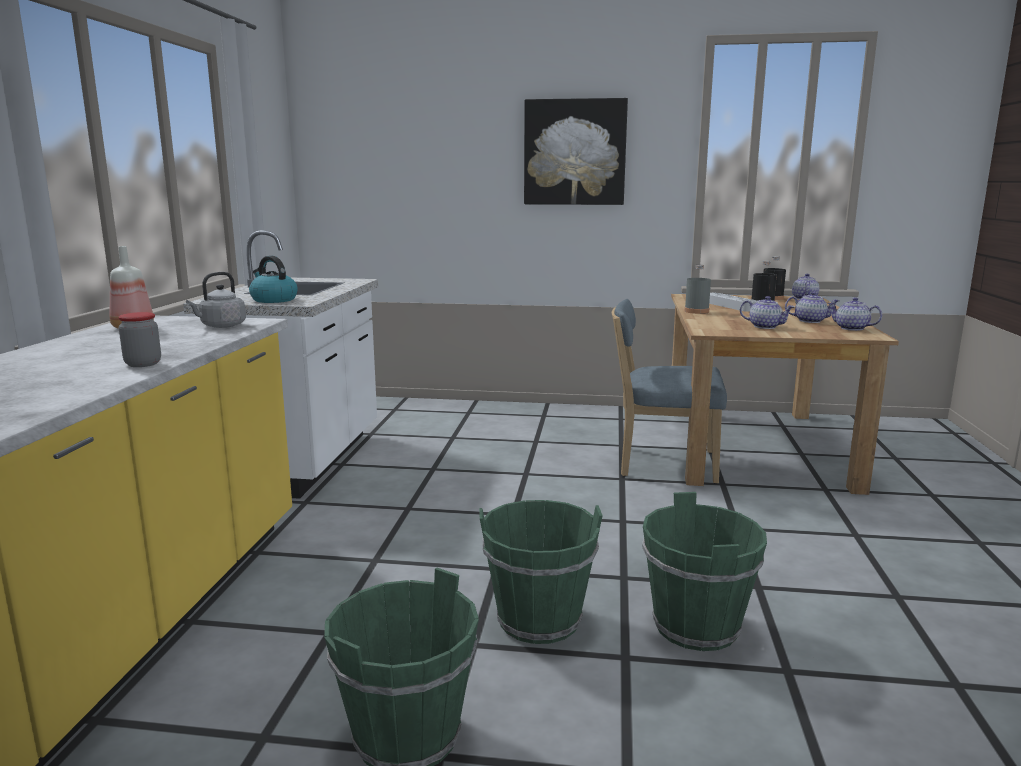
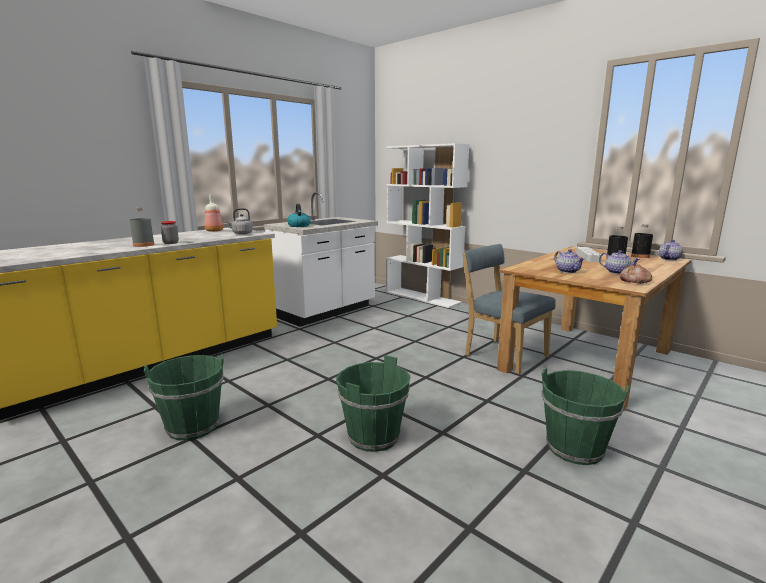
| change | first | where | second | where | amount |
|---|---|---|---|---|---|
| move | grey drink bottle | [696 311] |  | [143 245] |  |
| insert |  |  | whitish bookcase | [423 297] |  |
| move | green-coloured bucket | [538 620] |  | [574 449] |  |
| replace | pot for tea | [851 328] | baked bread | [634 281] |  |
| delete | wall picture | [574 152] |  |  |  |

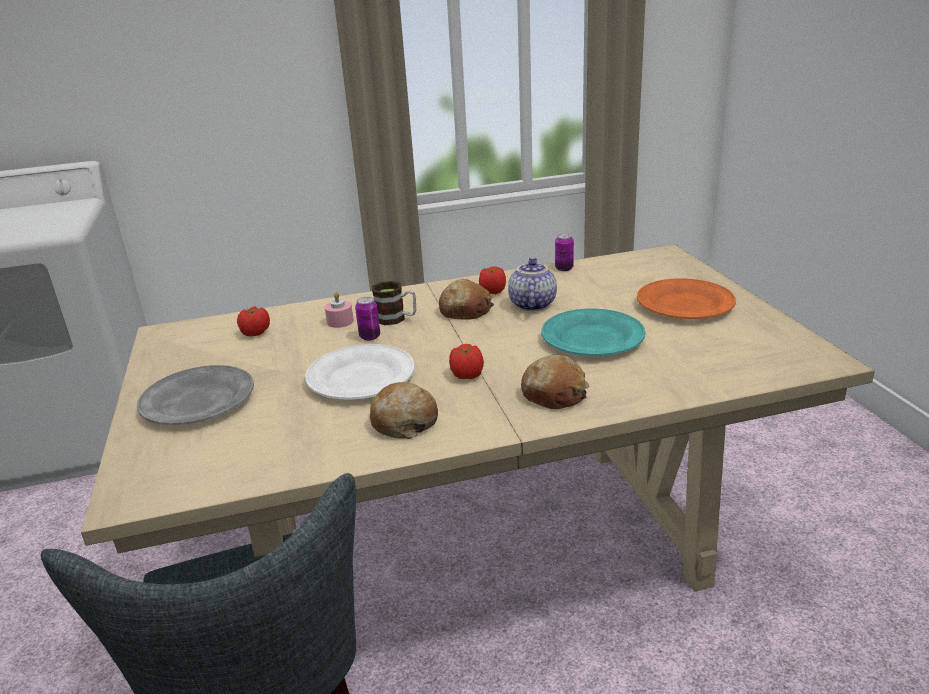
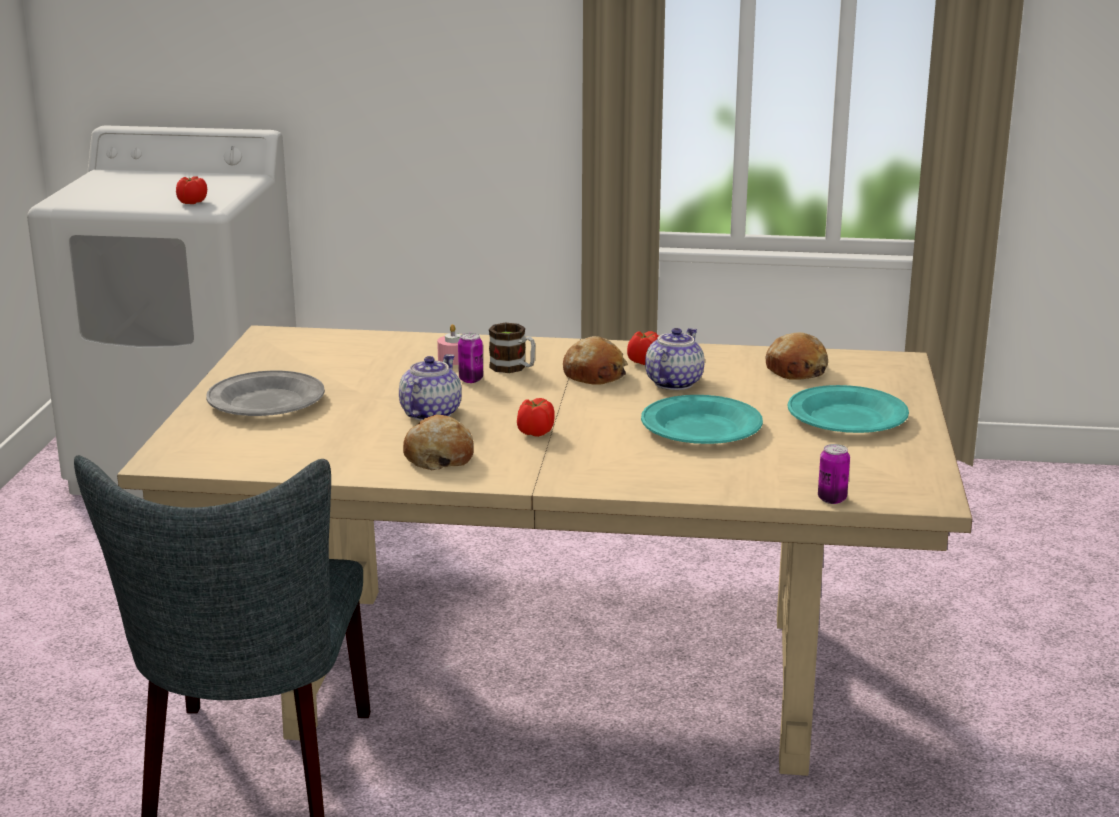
| change | first | where | second | where | amount |
|---|---|---|---|---|---|
| move | fresh tomato | [255 333] |  | [192 202] |  |
| replace | whitish plate | [360 378] | pot for tea | [429 414] |  |
| move | baked bread | [554 394] |  | [796 370] |  |
| recolor | orange-coloured plate | [684 305] | turquoise plate | [846 417] |  |
| move | can | [564 268] |  | [832 499] |  |

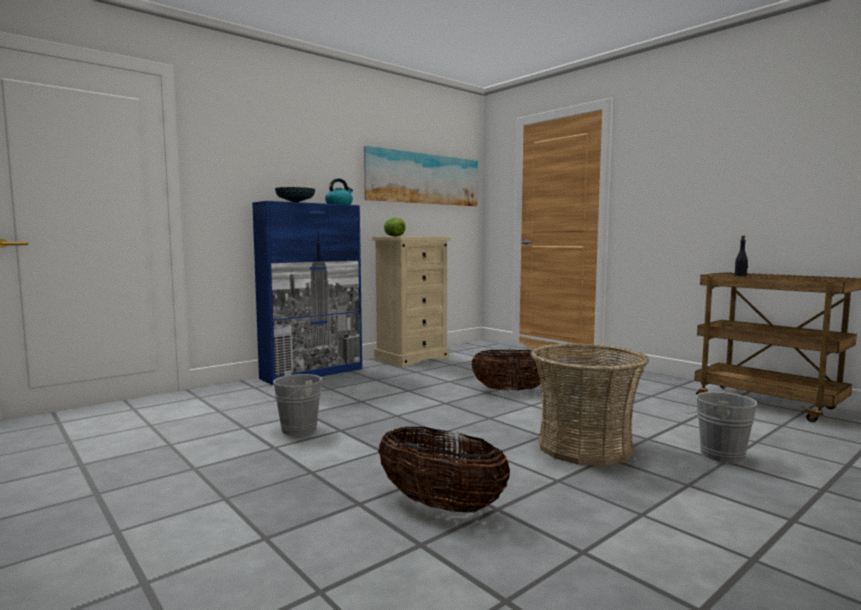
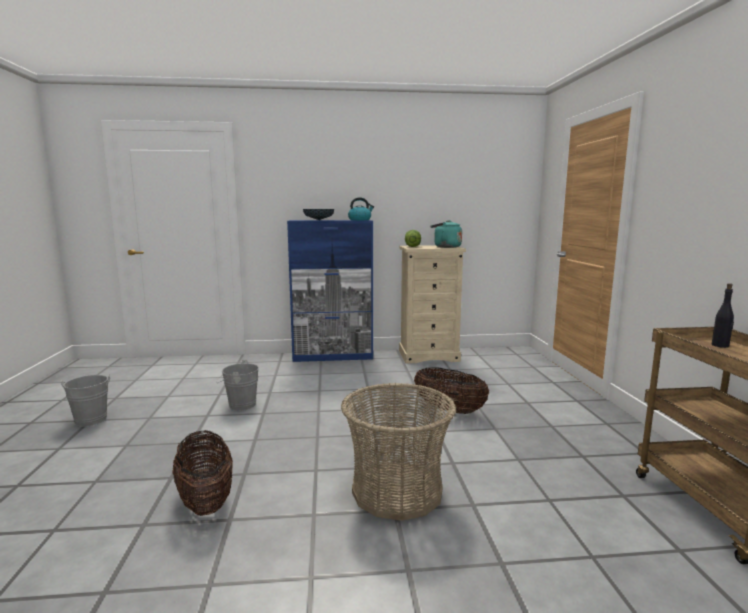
| change | first | where | second | where | amount |
|---|---|---|---|---|---|
| move | grey bucket | [716 454] |  | [91 419] |  |
| insert |  |  | turquoise kettle | [445 247] |  |
| delete | wall picture | [423 179] |  |  |  |

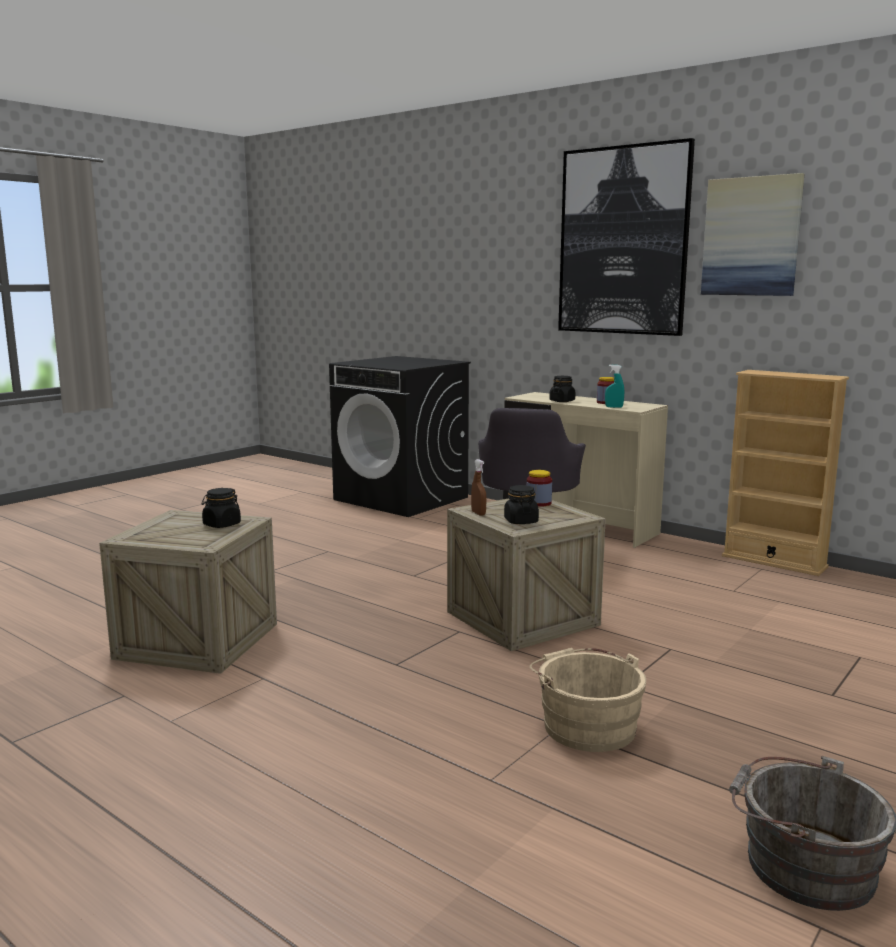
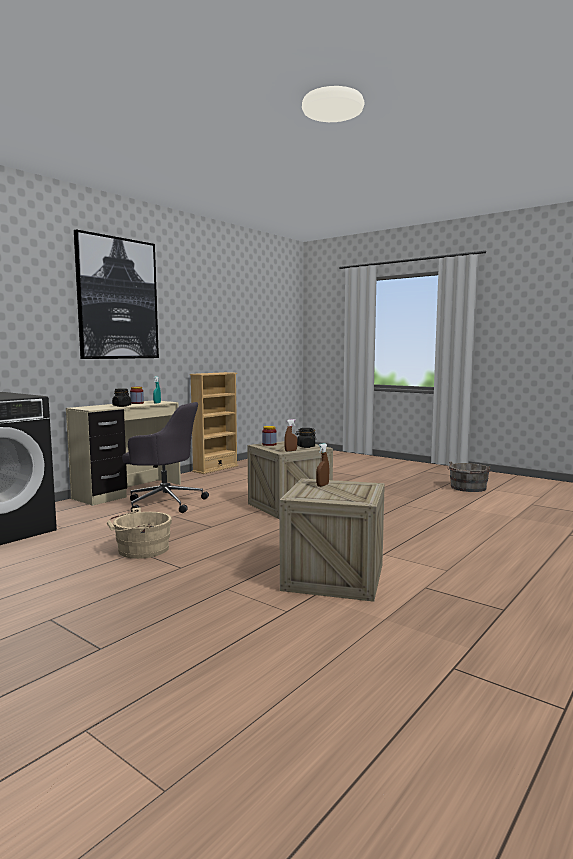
| change | first | where | second | where | amount |
|---|---|---|---|---|---|
| move | beige bucket | [585 725] |  | [140 550] |  |
| replace | black-coloured preserve jar | [221 525] | brown-coloured spray bottle | [322 485] |  |
| delete | wall picture | [751 237] |  |  |  |

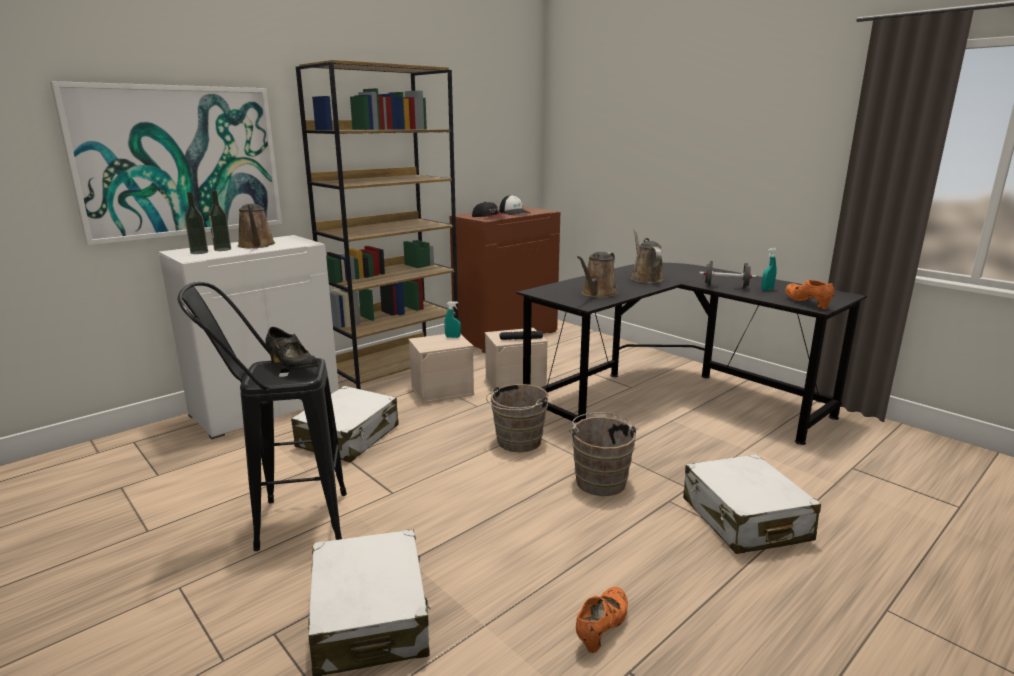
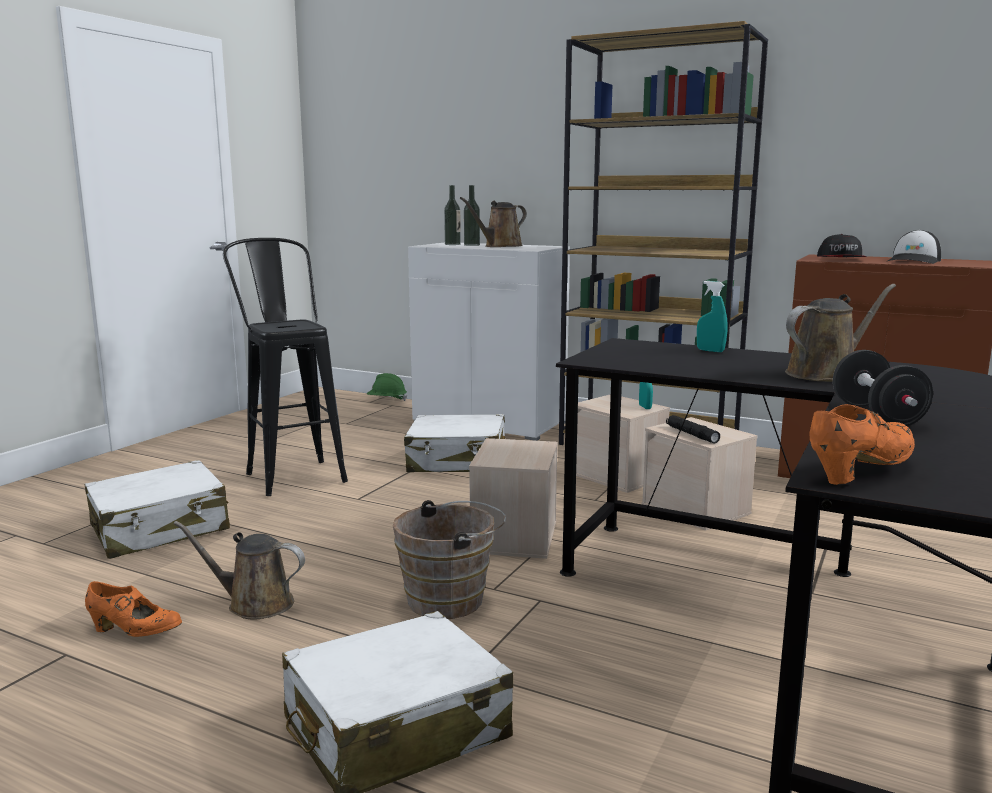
| change | first | where | second | where | amount |
|---|---|---|---|---|---|
| move | brown-coloured watering can | [598 294] |  | [254 603] |  |
| insert |  |  | green-coloured hard hat | [387 400] |  |
| replace | brown-coloured bucket | [517 443] | beige storage container | [513 536] |  |
| move | turquoise spray bottle | [767 289] |  | [710 351] |  |
| delete | wall picture | [179 161] |  |  |  |
| delete | black-coloured item of footwear | [292 368] |  |  |  |

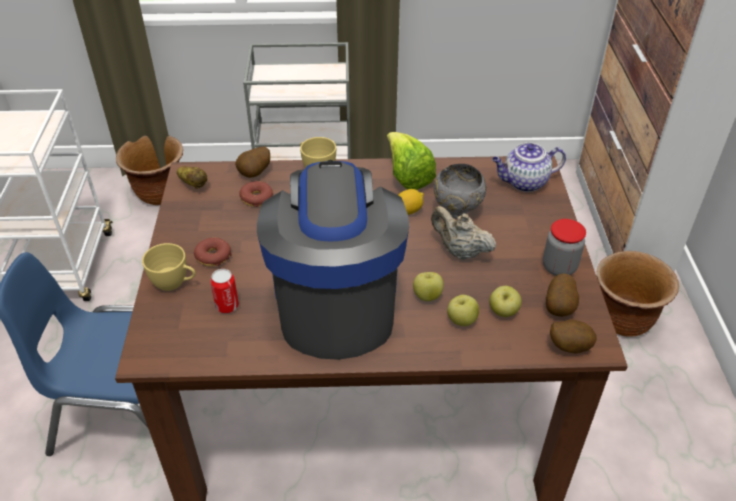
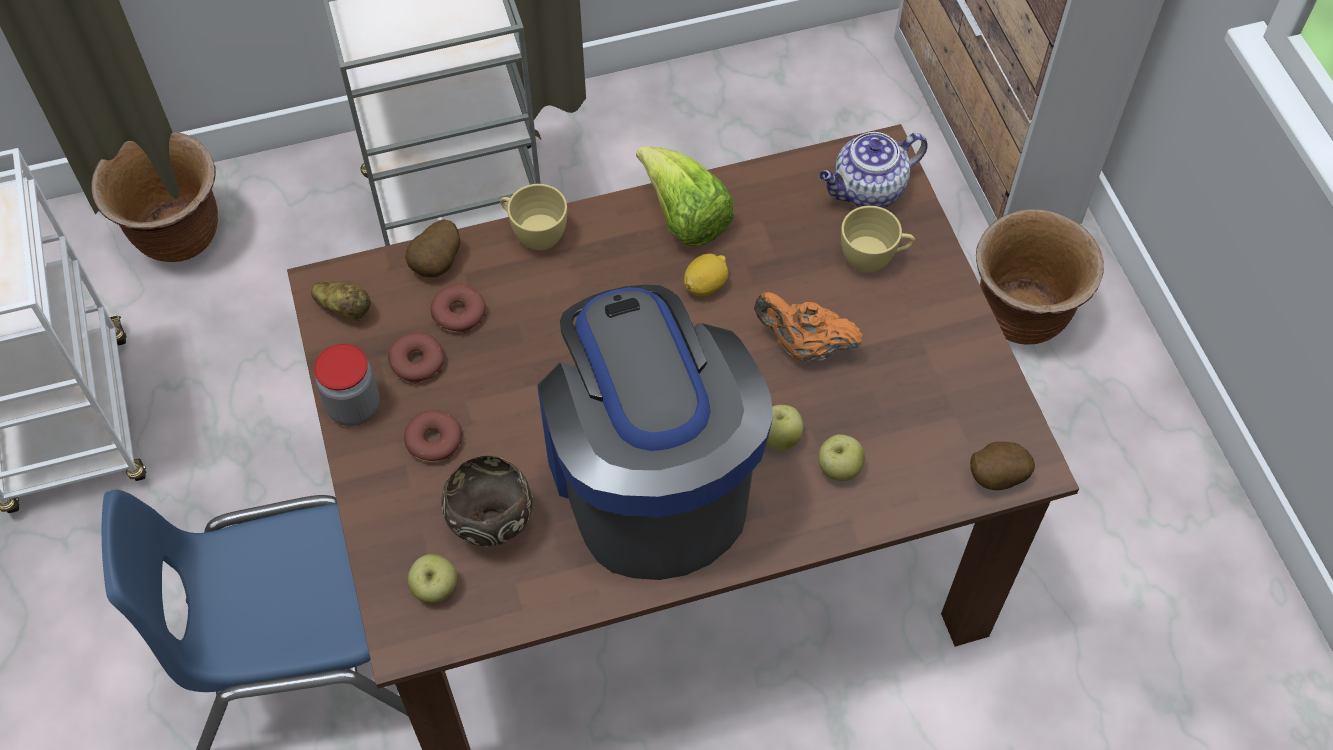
| change | first | where | second | where | amount |
|---|---|---|---|---|---|
| move | preserve jar | [559 267] |  | [354 407] |  |
| insert |  |  | donut | [417 362] |  |
| move | apple fruit | [503 312] |  | [435 588] |  |
| replace | can | [227 306] | brown-coloured serving bowl | [491 525] |  |
| recolor | beige pot for tea | [460 251] | orange-coloured pot for tea | [804 346] |  |
| move | yellowish cup | [174 283] |  | [873 259] |  |
| delete | grey serving bowl | [457 213] |  |  |  |
| delete | potato | [560 308] |  |  |  |

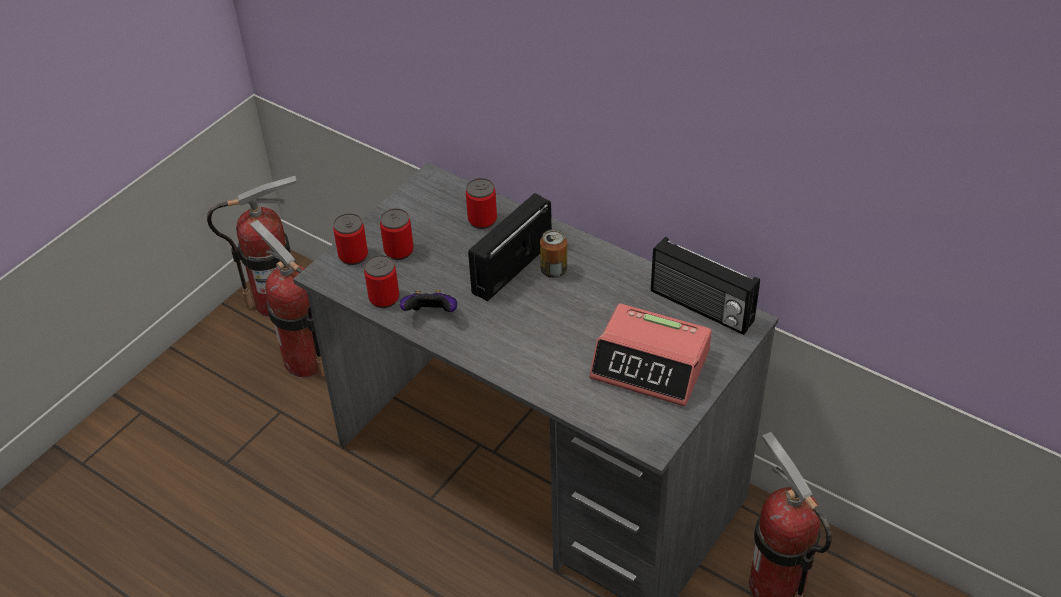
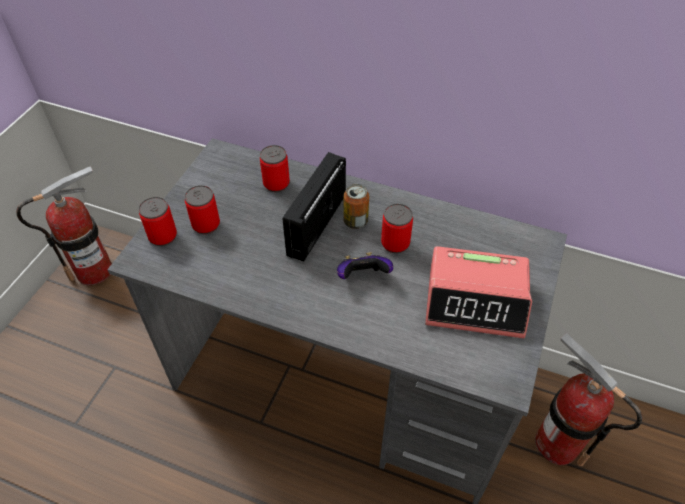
| change | first | where | second | where | amount |
|---|---|---|---|---|---|
| move | gamepad | [431 315] |  | [362 276] |  |
| move | can | [384 298] |  | [395 243] |  |
| delete | fire extinguisher | [306 359] |  |  |  |
| delete | radio set | [700 308] |  |  |  |

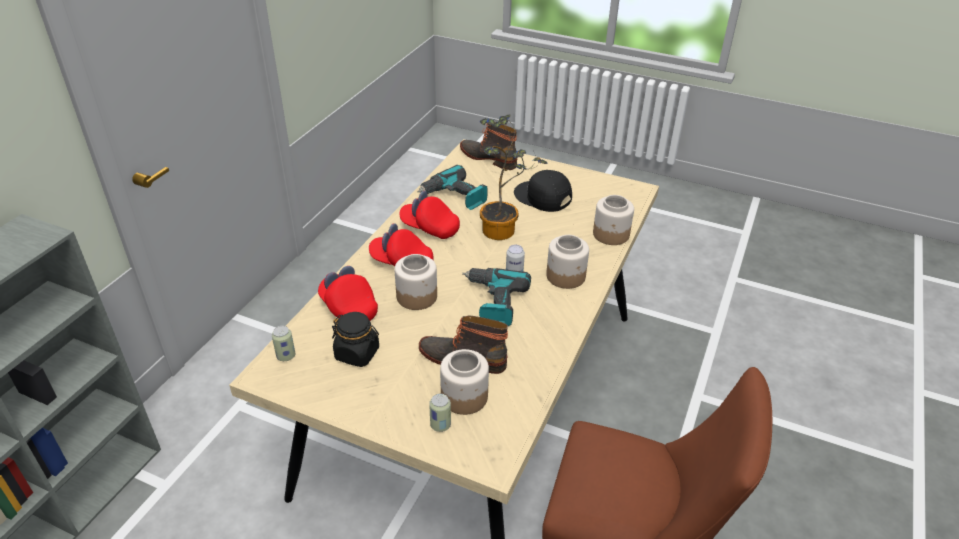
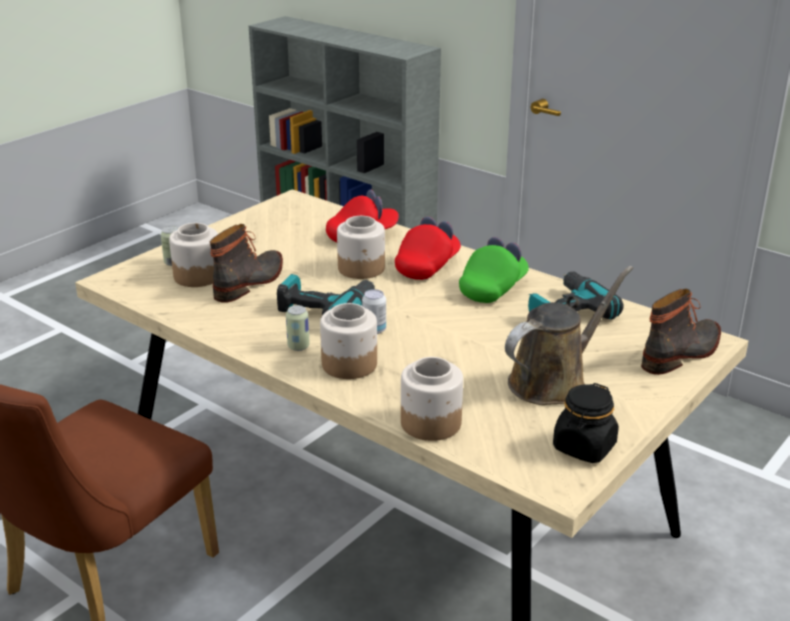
| change | first | where | second | where | amount |
|---|---|---|---|---|---|
| move | can | [286 356] |  | [298 346] |  |
| recolor | reddish cap | [430 228] | green-coloured cap | [493 288] |  |
| replace | black-coloured cap | [542 197] | brown-coloured watering can | [553 381] |  |
| move | black-coloured preserve jar | [357 353] |  | [584 447] |  |
| delete | houseplant | [503 231] |  |  |  |

